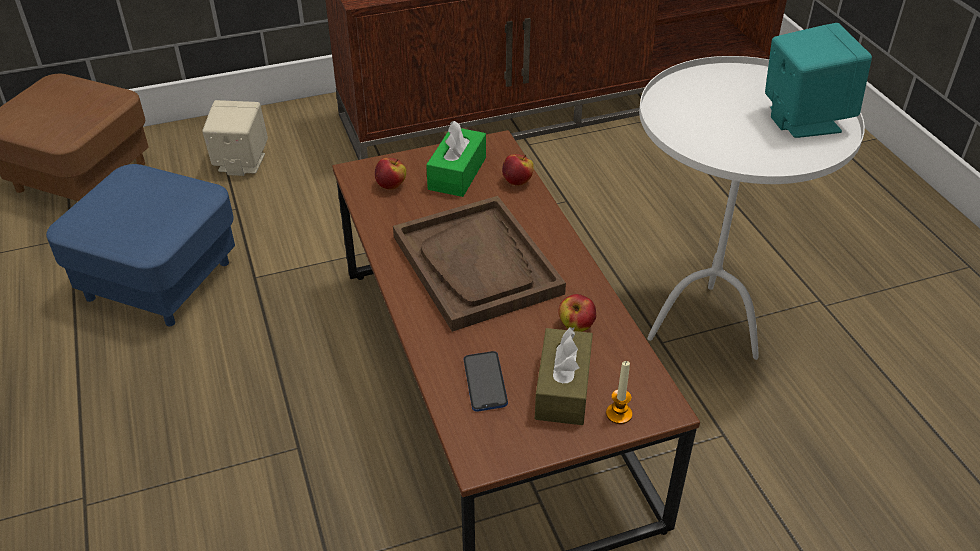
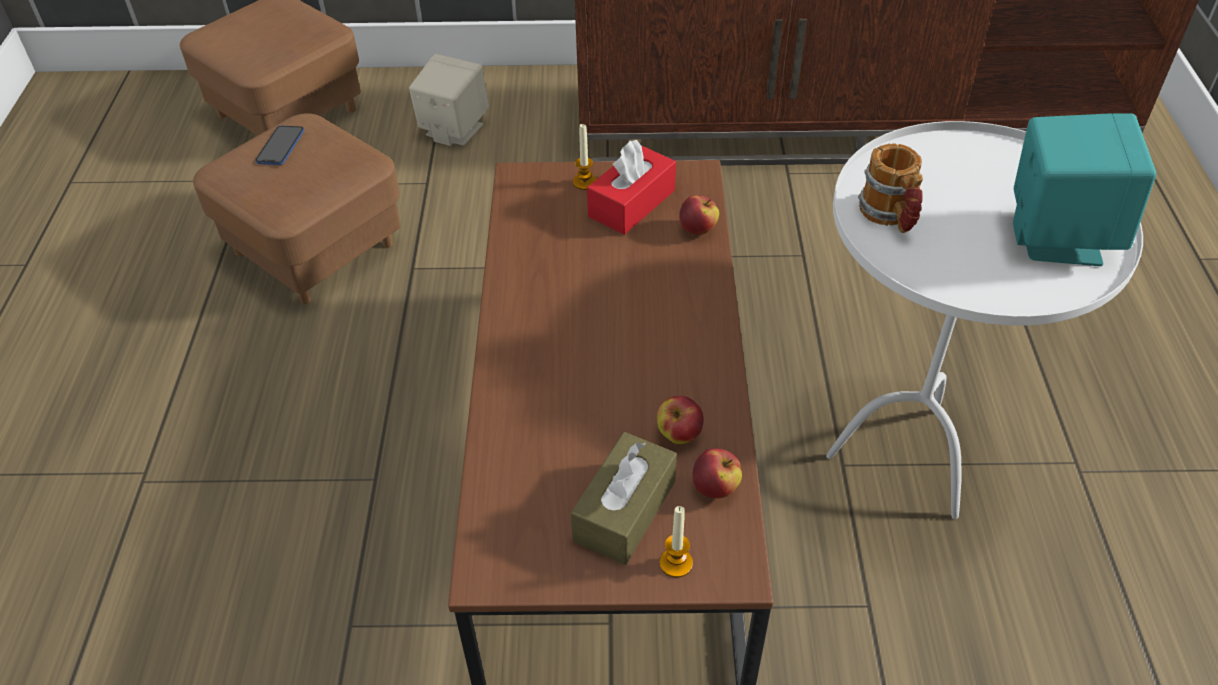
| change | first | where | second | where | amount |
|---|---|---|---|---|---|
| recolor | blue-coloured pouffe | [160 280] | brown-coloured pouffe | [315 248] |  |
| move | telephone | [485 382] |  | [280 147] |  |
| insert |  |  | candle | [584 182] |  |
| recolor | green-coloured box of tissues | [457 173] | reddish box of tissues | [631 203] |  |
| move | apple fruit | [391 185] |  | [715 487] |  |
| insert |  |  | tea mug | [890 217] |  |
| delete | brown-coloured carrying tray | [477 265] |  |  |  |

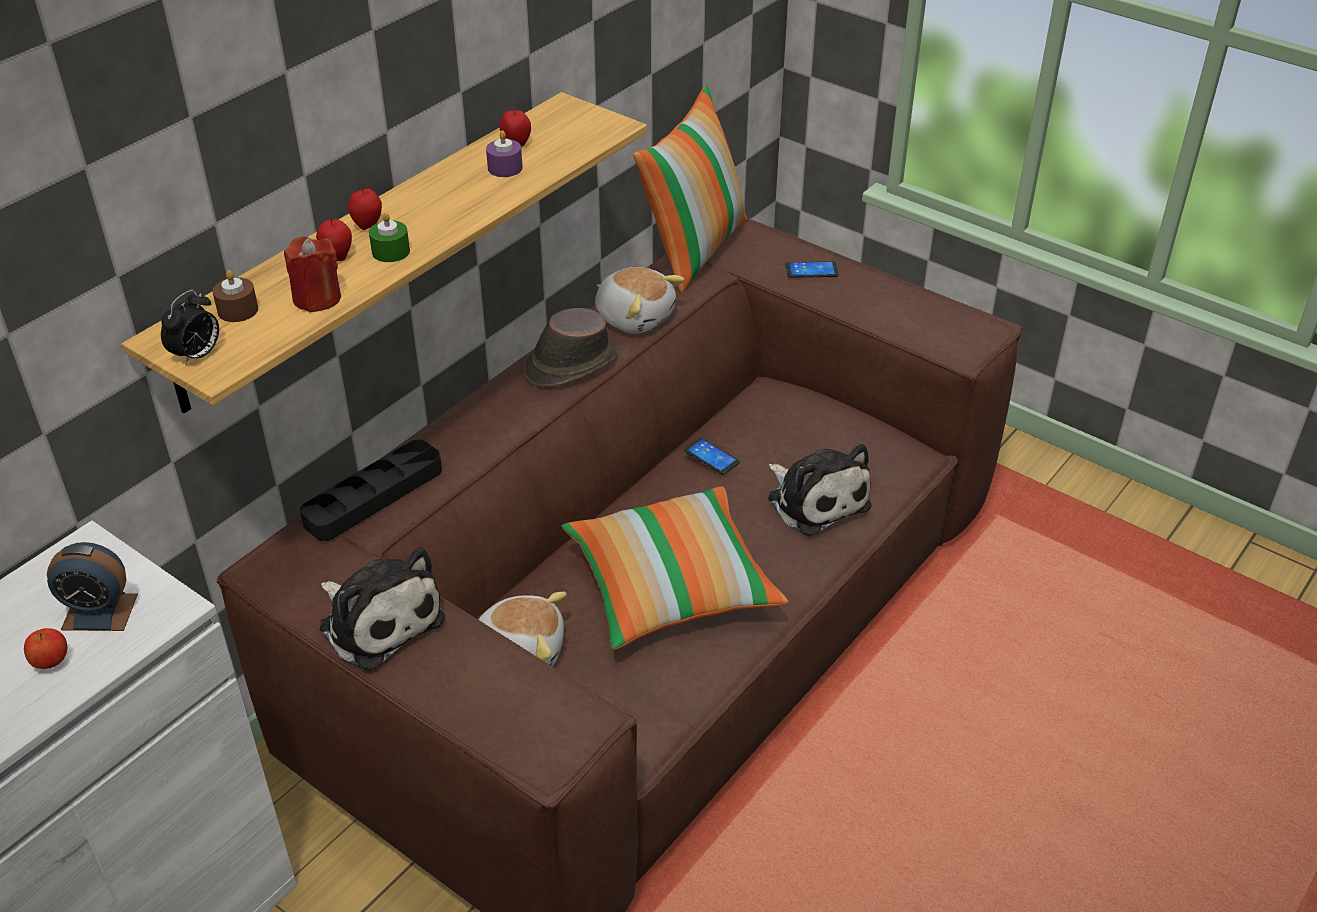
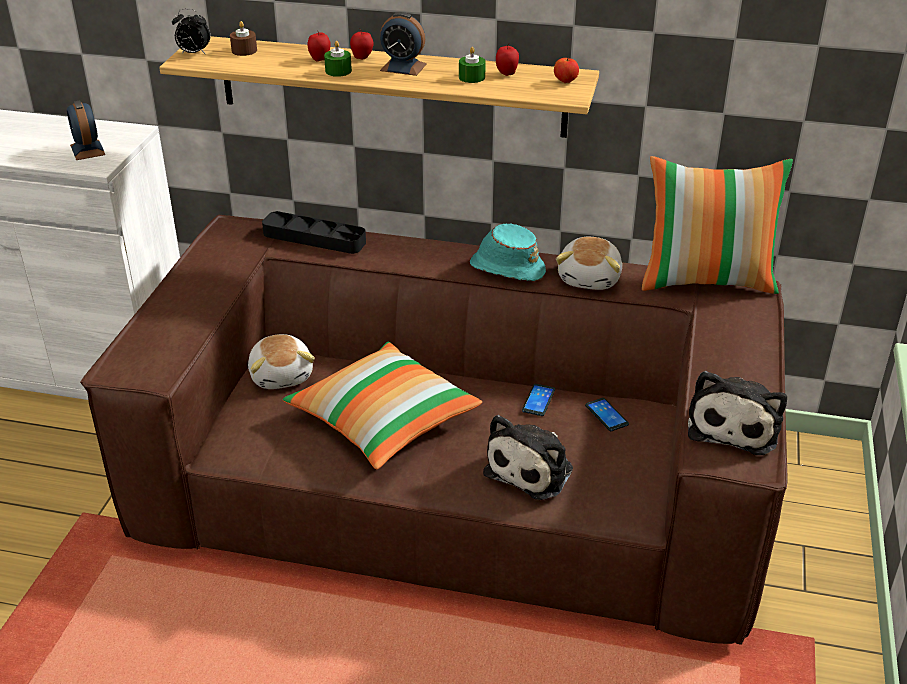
| change | first | where | second | where | amount |
|---|---|---|---|---|---|
| insert |  |  | bedside clock | [403 67] |  |
| recolor | purple candle | [505 168] | green-coloured candle | [472 77] |  |
| recolor | brown-coloured clothing hat | [570 364] | turquoise clothing hat | [506 268] |  |
| move | apple fruit | [51 662] |  | [565 81] |  |
| move | telephone | [811 270] |  | [606 415] |  |
| move | soft toy | [378 620] |  | [734 425] |  |
| delete | reddish candle | [317 298] |  |  |  |

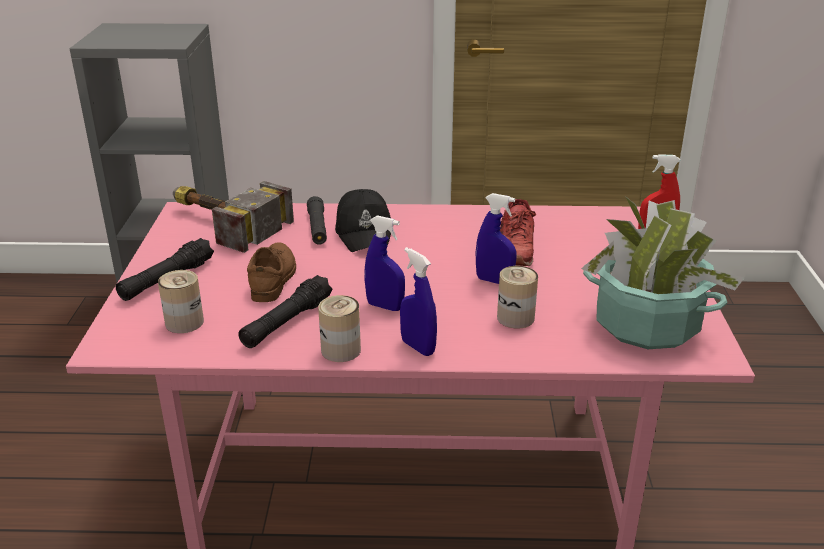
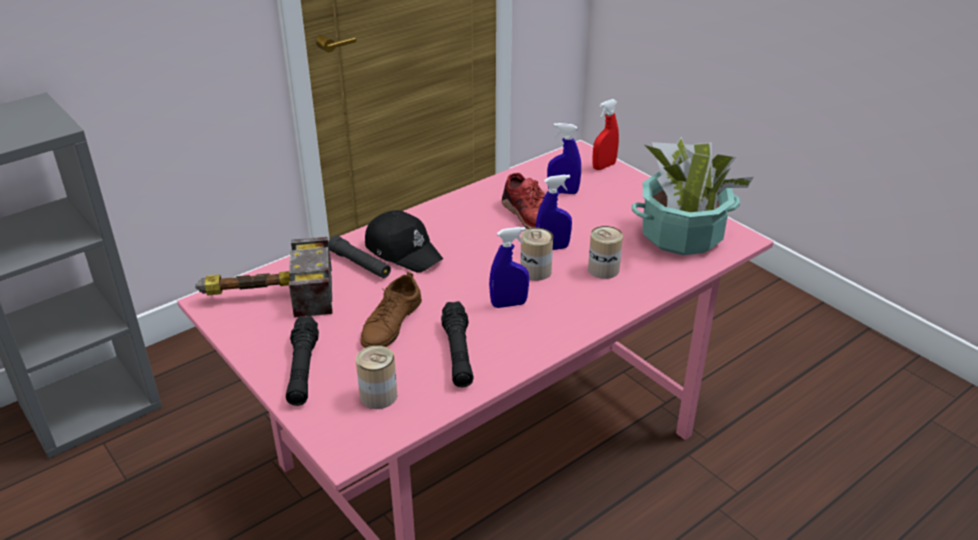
| change | first | where | second | where | amount |
|---|---|---|---|---|---|
| rotate | brown-coloured item of footwear | [273 278] |  | [391 323] | 120 degrees counterclockwise |
| move | can | [341 350] |  | [535 271] |  |
| move | blue-coloured spray bottle | [418 347] |  | [563 192] |  |

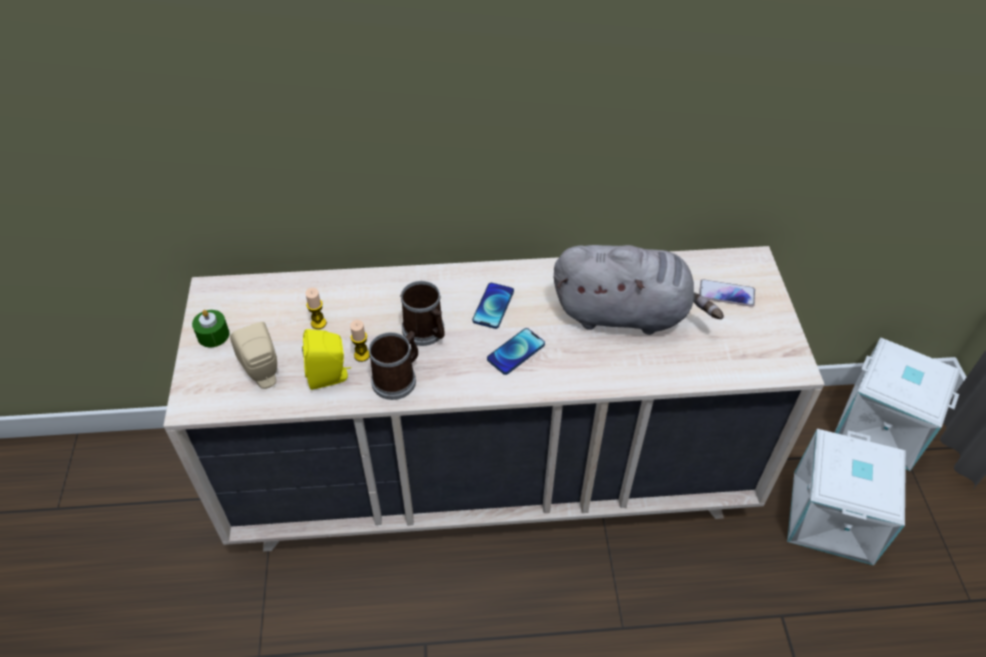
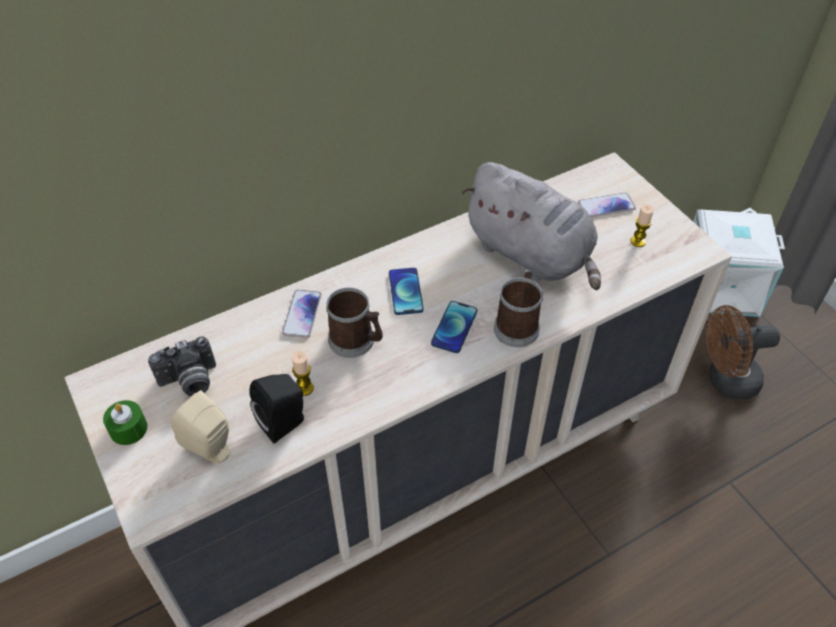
| change | first | where | second | where | amount |
|---|---|---|---|---|---|
| insert |  |  | photo camera | [190 382] |  |
| recolor | yellowish speaker | [330 377] | black-coloured speaker | [285 423] |  |
| insert |  |  | telephone | [302 314] |  |
| rotate | grey soft toy | [626 313] |  | [531 255] | 60 degrees clockwise |
| move | tea mug | [398 378] |  | [517 325] |  |
| move | candle | [318 323] |  | [638 241] |  |
| replace | whitish storage container | [834 518] | brown-coloured fan | [725 380] |  |

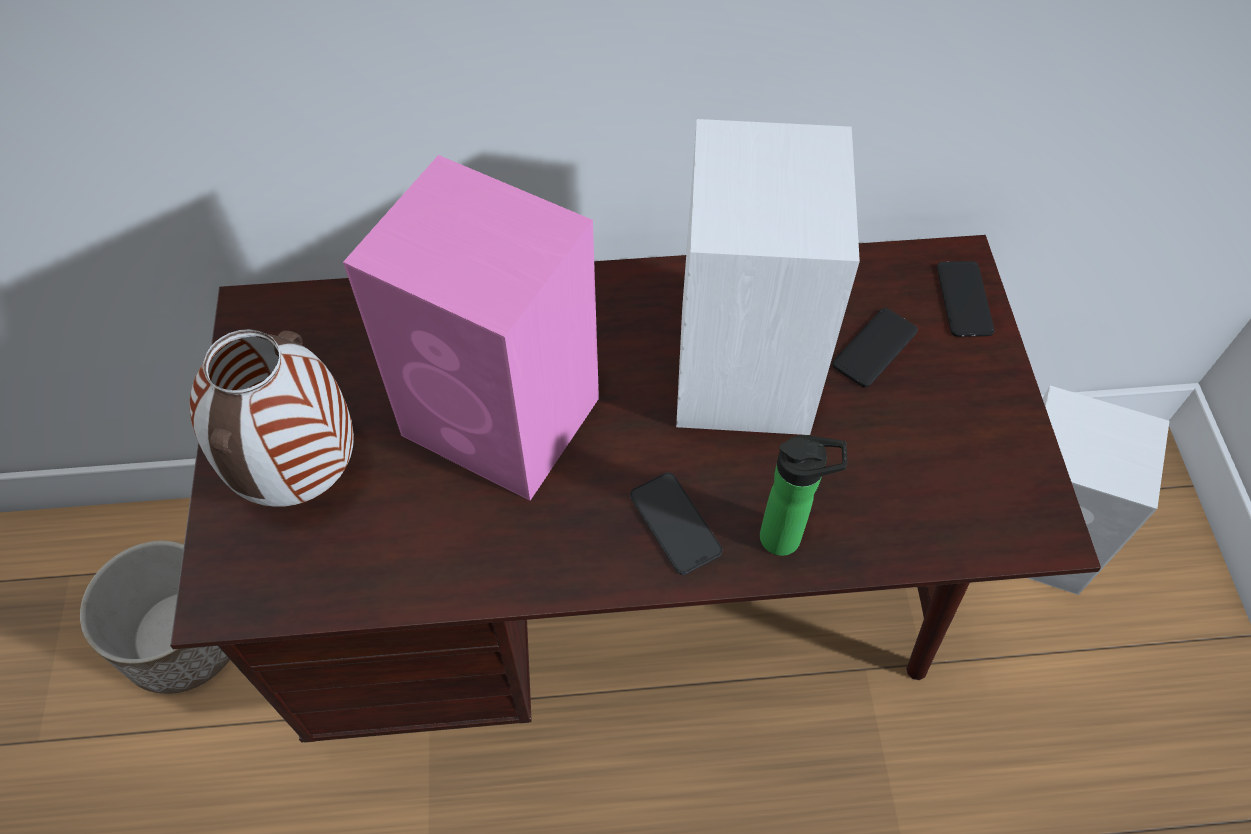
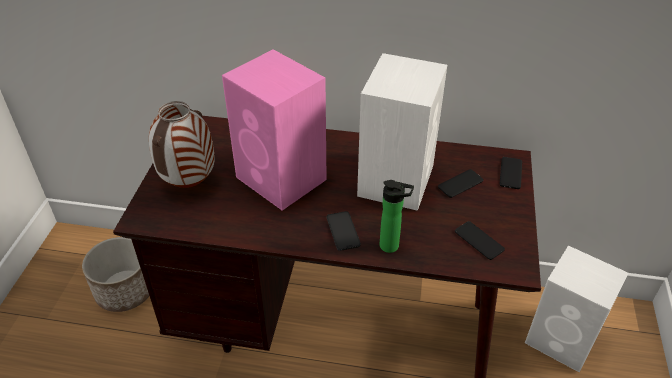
| change | first | where | second | where | amount |
|---|---|---|---|---|---|
| insert |  |  | telephone | [479 240] |  |

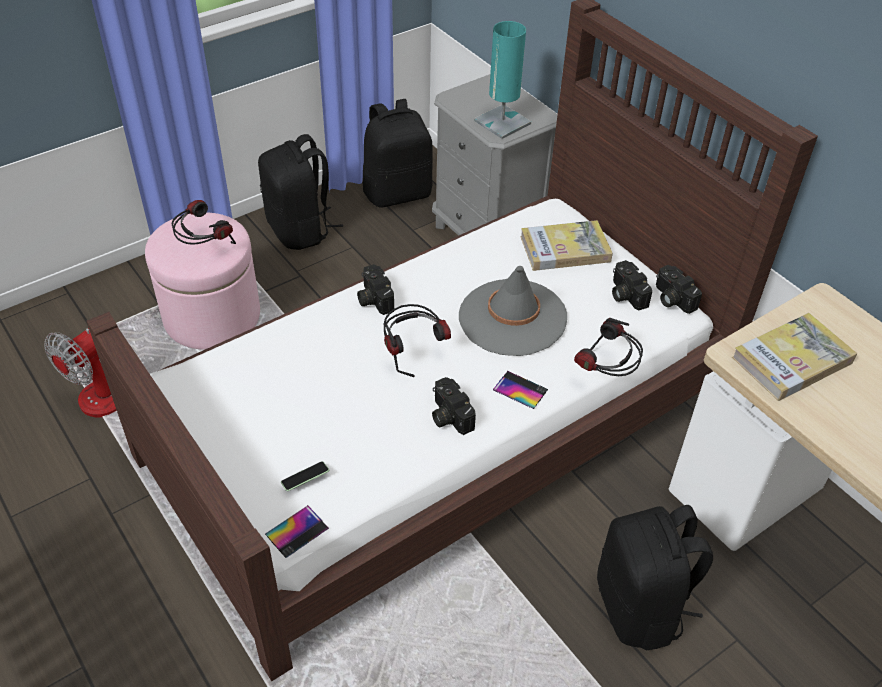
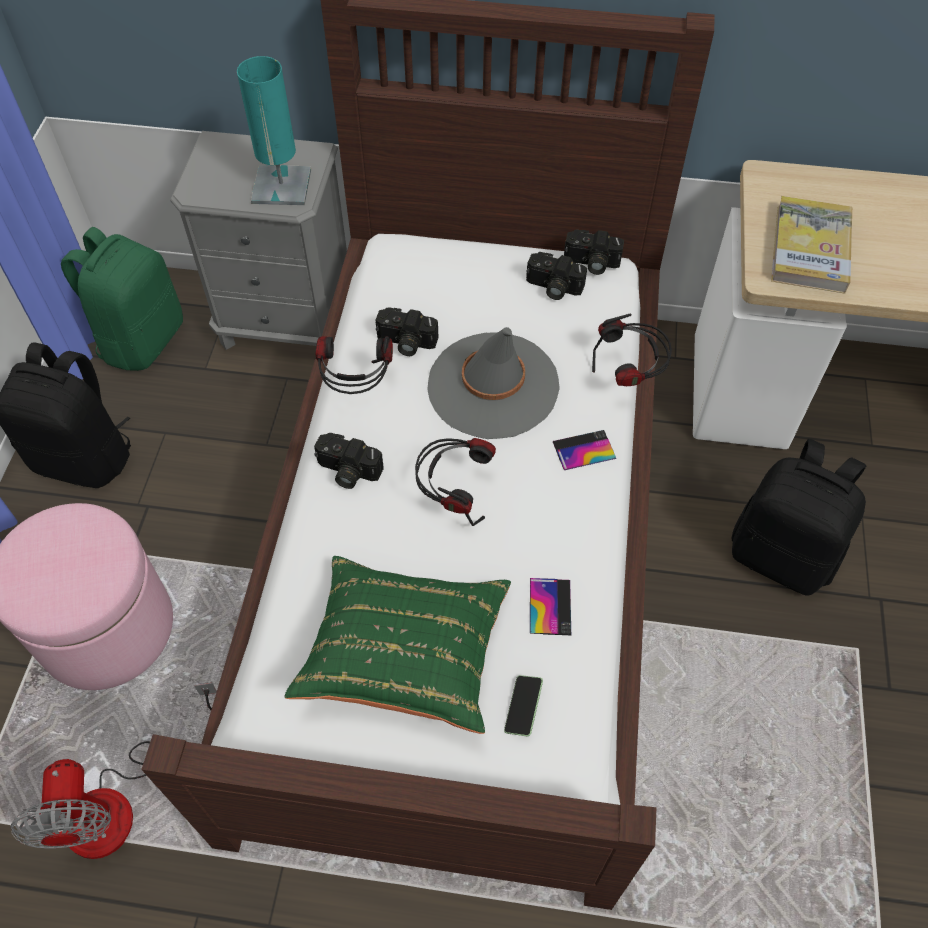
| change | first | where | second | where | amount |
|---|---|---|---|---|---|
| recolor | black-coloured knapsack | [398 193] | green-coloured knapsack | [141 339] |  |
| insert |  |  | green-coloured cushion | [405 654] |  |
| move | headphones | [204 248] |  | [357 388] |  |
| move | photo camera | [448 416] |  | [405 343] |  |
| move | telephone | [297 531] |  | [550 606] |  |
| delete | bound book | [565 249] |  |  |  |

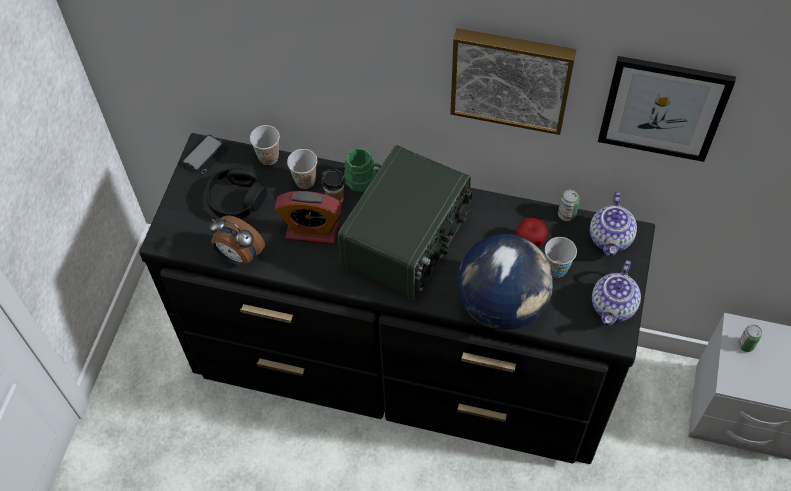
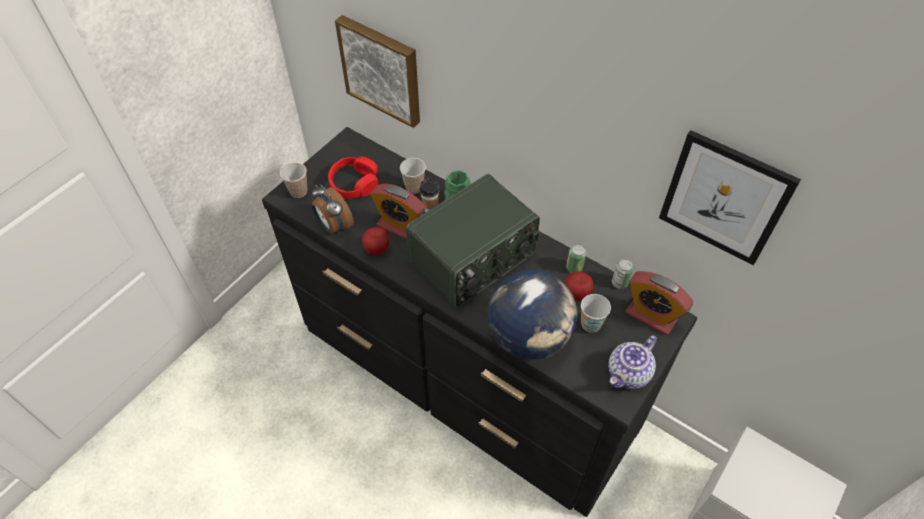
| change | first | where | second | where | amount |
|---|---|---|---|---|---|
| move | cup | [268 157] |  | [298 191] |  |
| recolor | black-coloured headphones | [236 199] | reddish headphones | [354 184] |  |
| move | wall picture | [511 78] |  | [382 69] |  |
| insert |  |  | apple fruit | [377 250] |  |
| move | can | [746 345] |  | [574 268] |  |
| replace | pot for tea | [611 238] | bedside clock | [651 315] |  |
| delete | telephone | [206 156] |  |  |  |

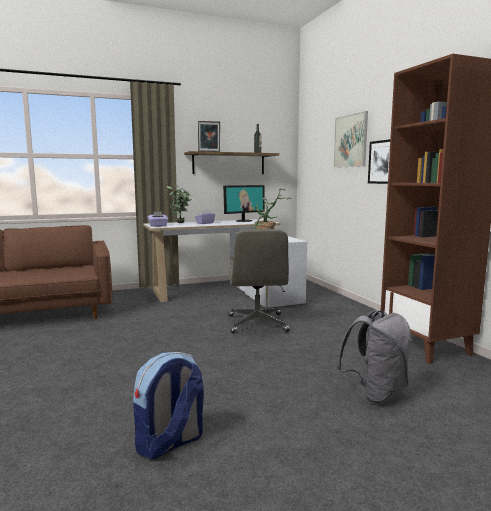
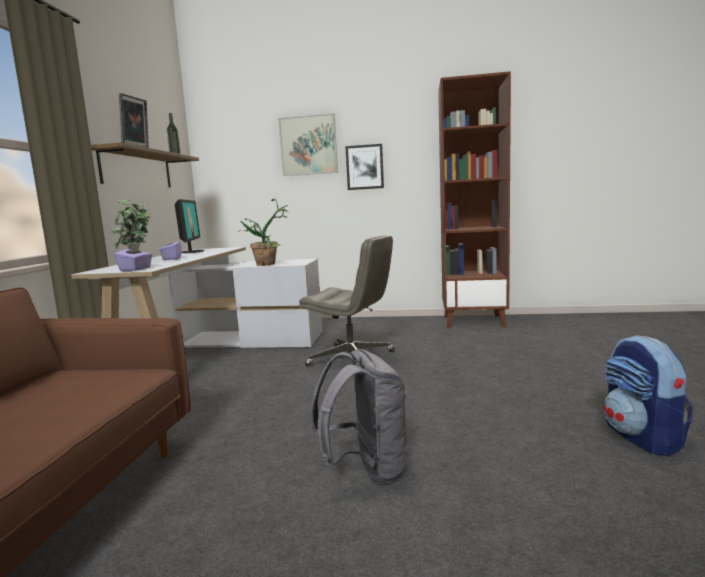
| change | first | where | second | where | amount |
|---|---|---|---|---|---|
| move | grey knapsack | [376 393] |  | [365 469] |  |

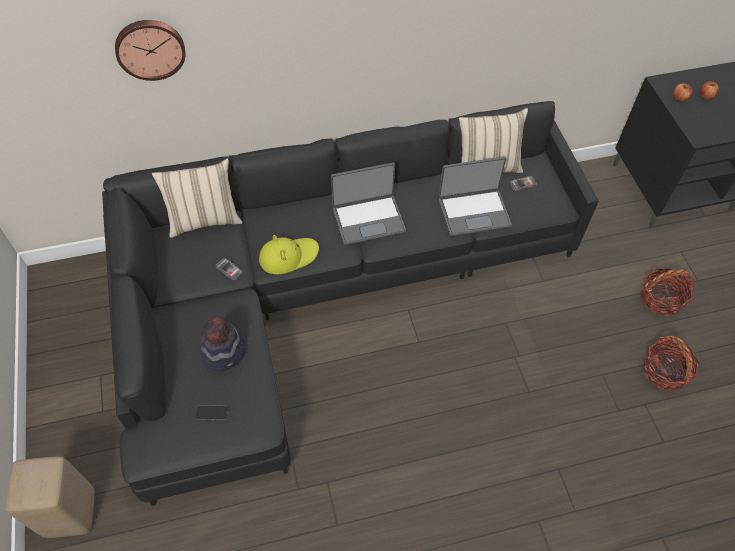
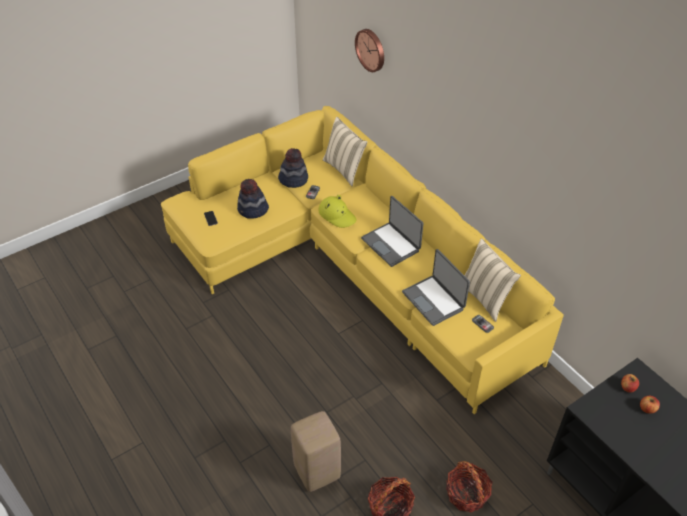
| change | first | where | second | where | amount |
|---|---|---|---|---|---|
| recolor | black-coloured settee | [319 292] | yellowish settee | [351 267] |  |
| insert |  |  | clothing hat | [293 179] |  |
| move | beige stool seat | [69 512] |  | [317 471] |  |

